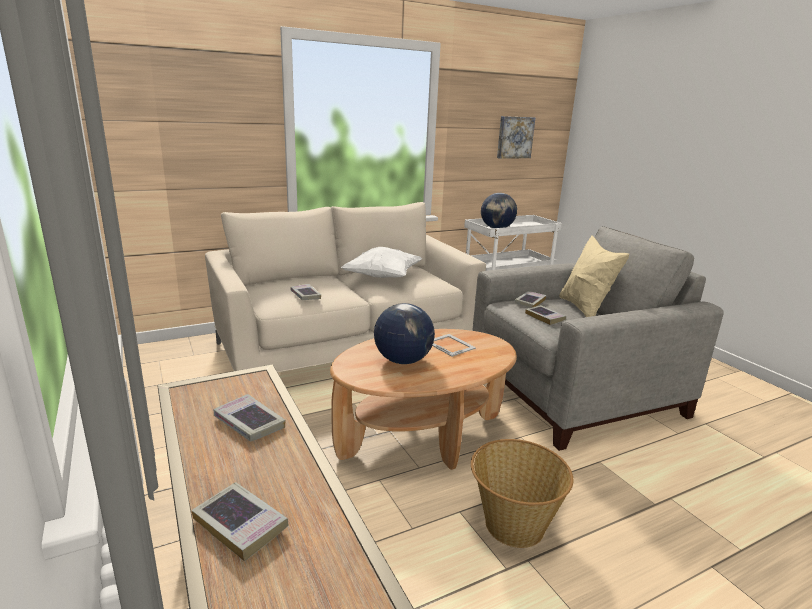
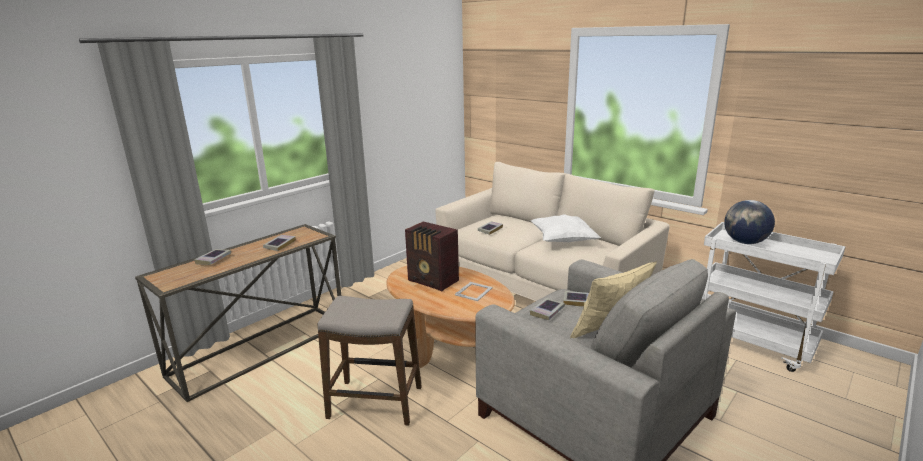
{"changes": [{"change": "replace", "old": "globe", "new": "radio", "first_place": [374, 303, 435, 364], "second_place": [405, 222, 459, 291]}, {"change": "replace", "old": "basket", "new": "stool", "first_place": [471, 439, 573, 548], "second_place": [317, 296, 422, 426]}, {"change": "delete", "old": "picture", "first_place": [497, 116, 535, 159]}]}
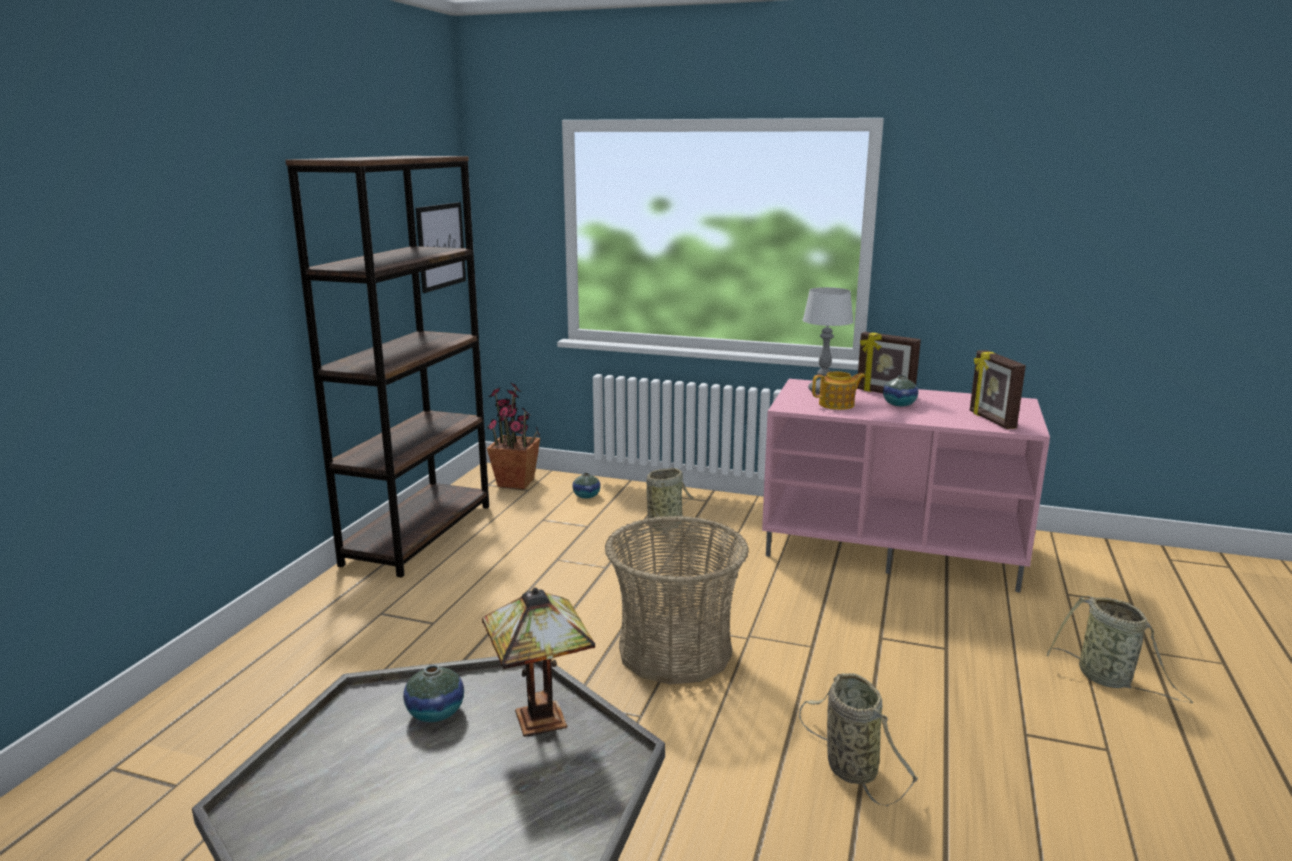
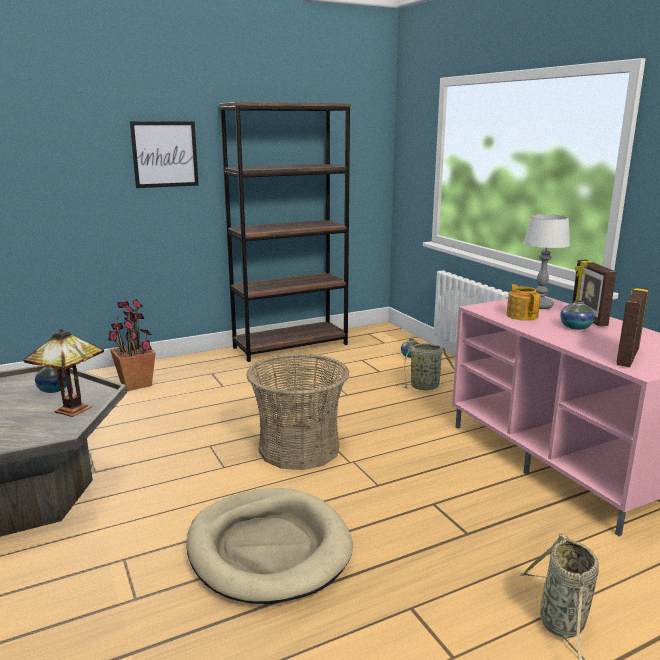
{"changes": [{"change": "move", "old": "picture", "first_place": [416, 202, 466, 293], "second_place": [130, 121, 199, 188]}, {"change": "move", "old": "potted plant", "first_place": [487, 382, 541, 489], "second_place": [108, 299, 156, 391]}, {"change": "replace", "old": "basket", "new": "dog bed/beige", "first_place": [799, 673, 918, 806], "second_place": [187, 488, 353, 604]}, {"change": "rotate", "old": "teapot", "first_place": [812, 371, 866, 410], "second_place": [506, 284, 541, 321], "degrees": -135}]}
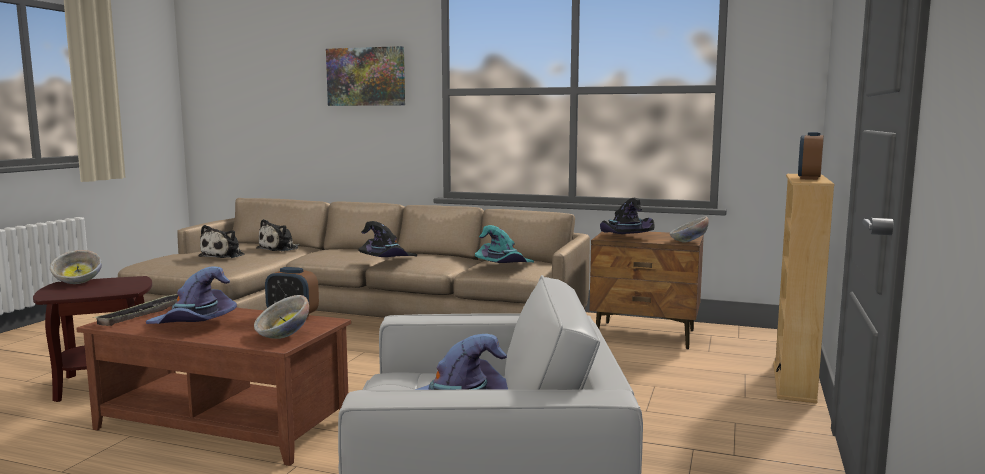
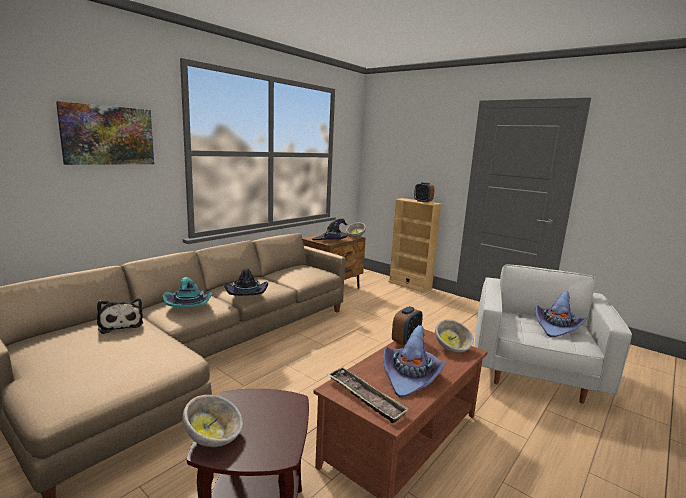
{"changes": [{"change": "delete", "old": "plush toy", "first_place": [198, 225, 245, 258]}, {"change": "move", "old": "hat/turquoise", "first_place": [475, 225, 534, 263], "second_place": [163, 277, 212, 307]}]}
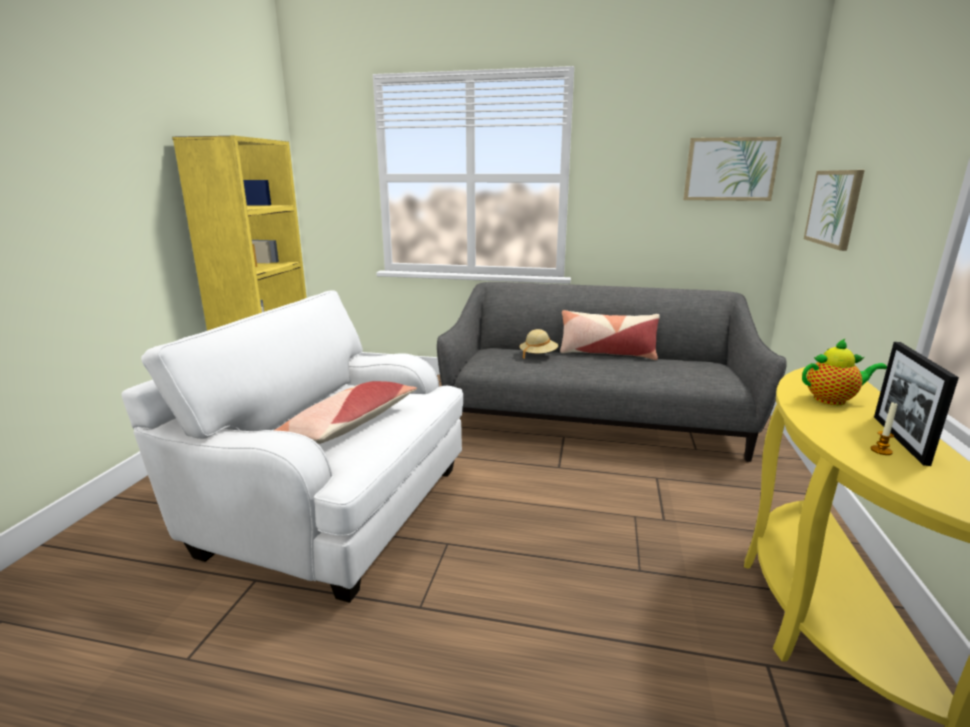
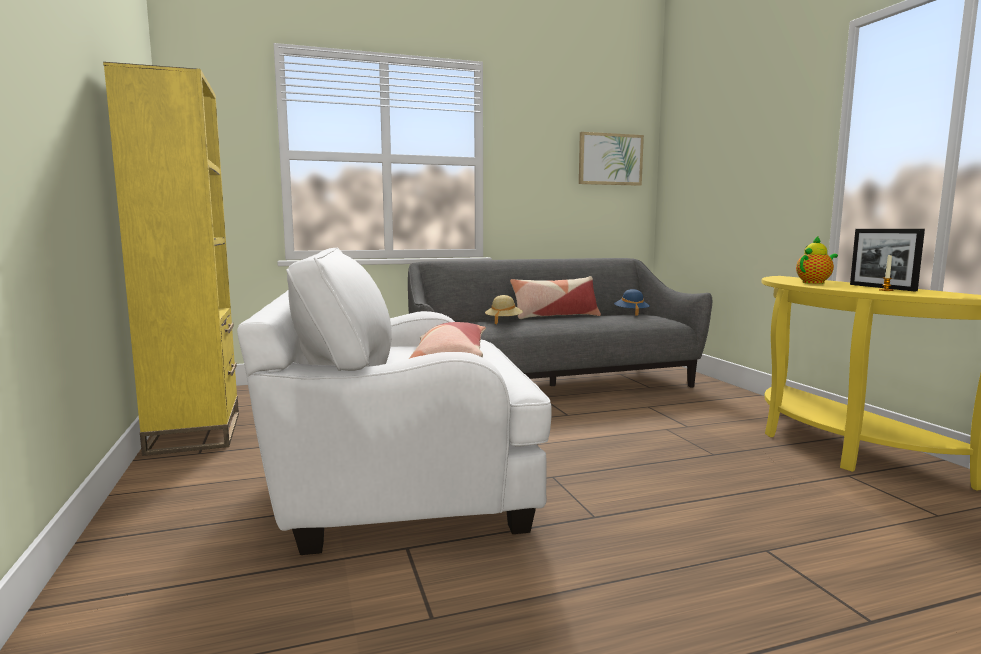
{"changes": [{"change": "delete", "old": "picture", "first_place": [804, 170, 865, 251]}, {"change": "insert", "new": "hat/blue", "second_place": [614, 289, 650, 316]}]}
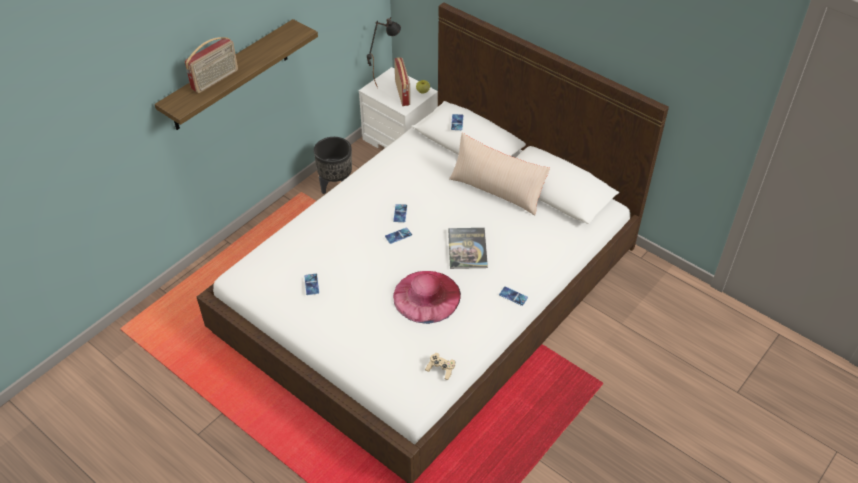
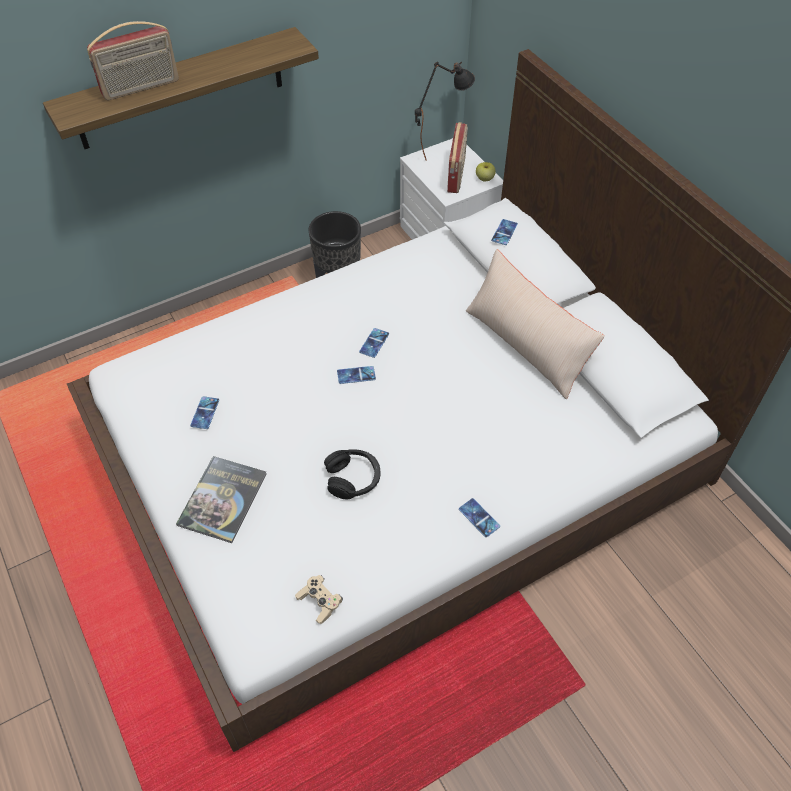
{"changes": [{"change": "replace", "old": "hat/pink", "new": "headphones/black", "first_place": [393, 271, 461, 324], "second_place": [324, 450, 380, 499]}, {"change": "move", "old": "book", "first_place": [448, 228, 488, 269], "second_place": [176, 456, 267, 543]}]}
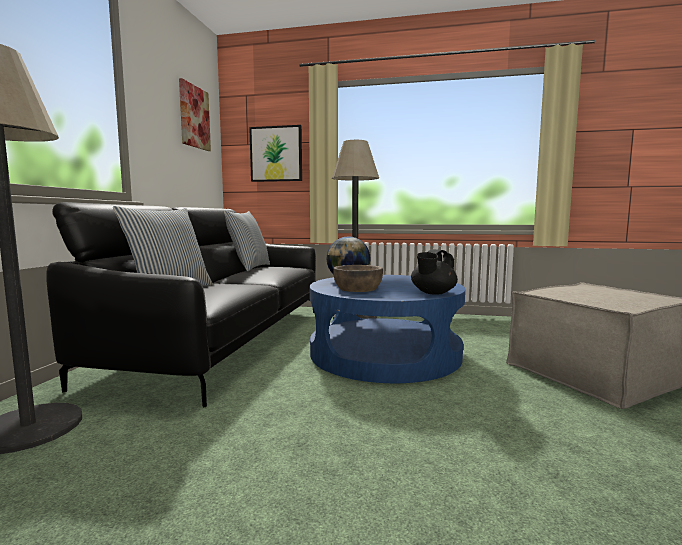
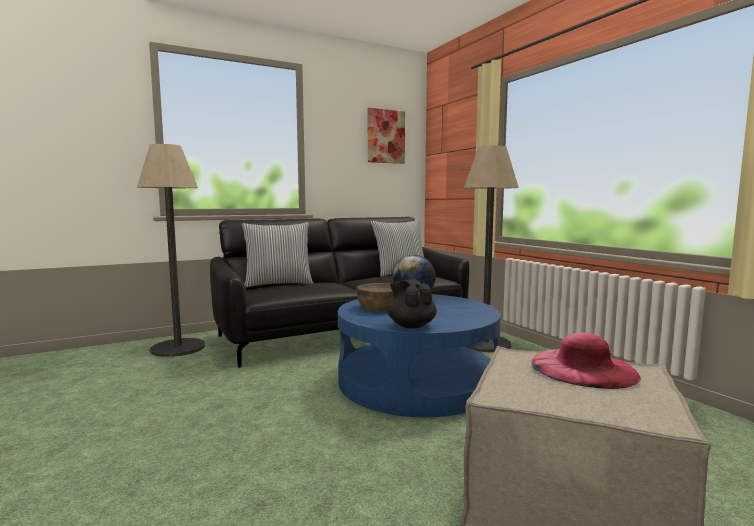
{"changes": [{"change": "delete", "old": "picture", "first_place": [249, 125, 302, 182]}, {"change": "rotate", "old": "teapot/black", "first_place": [411, 249, 458, 295], "second_place": [388, 279, 437, 329], "degrees": 60}, {"change": "insert", "new": "hat/pink", "second_place": [531, 332, 641, 389]}]}
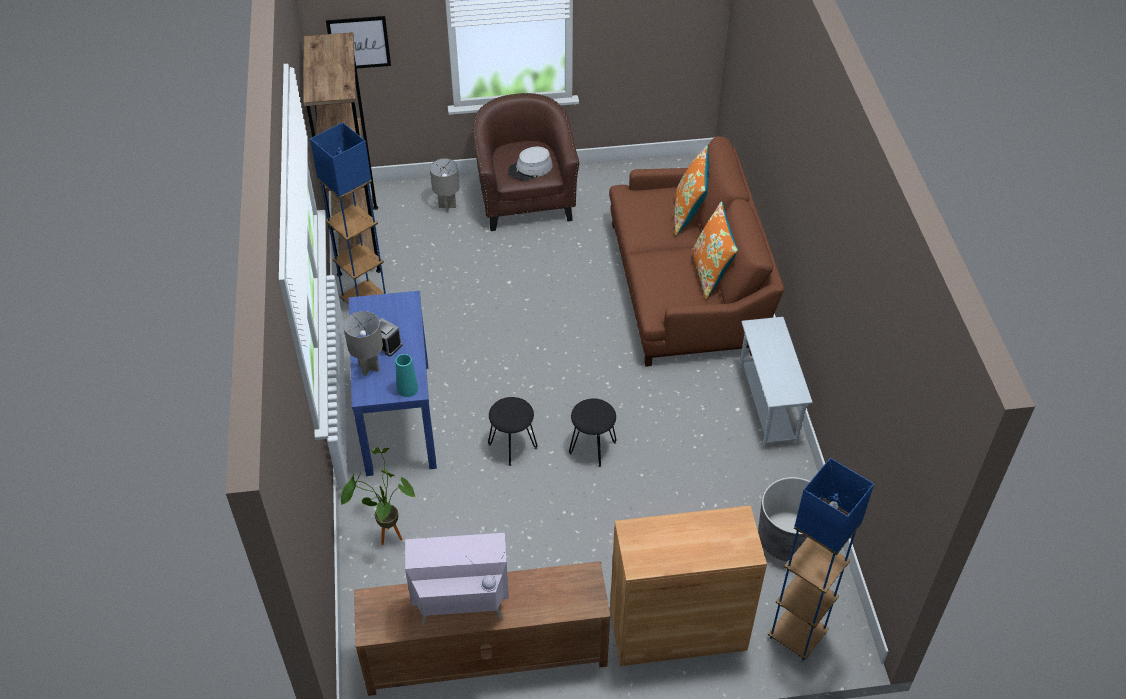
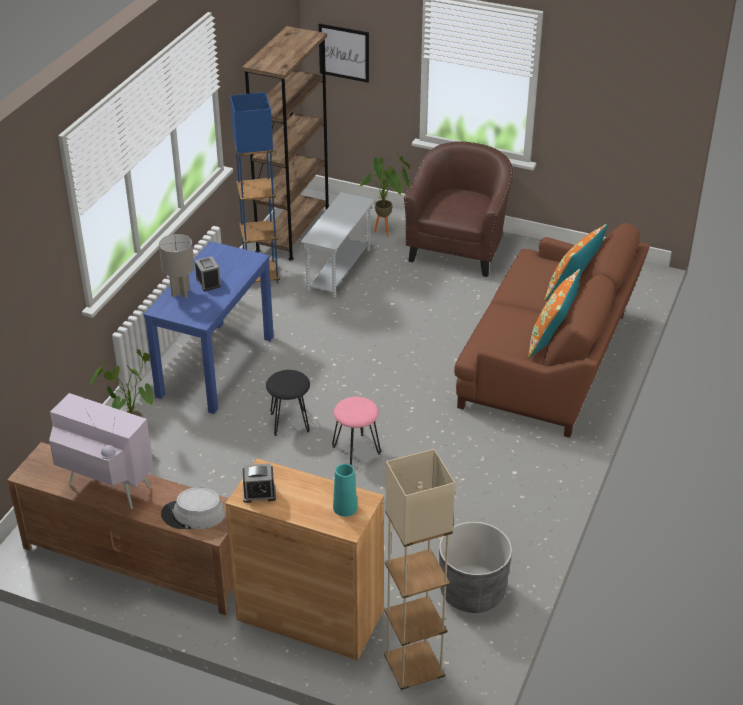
{"changes": [{"change": "move", "old": "vase/turquoise", "first_place": [395, 354, 418, 397], "second_place": [333, 464, 357, 516]}, {"change": "replace", "old": "table lamp/grey", "new": "potted plant", "first_place": [430, 158, 460, 213], "second_place": [359, 153, 411, 236]}, {"change": "move", "old": "hat/grey", "first_place": [508, 147, 553, 181], "second_place": [161, 487, 225, 530]}, {"change": "recolor", "old": "stool/black", "new": "stool/pink", "first_place": [569, 398, 617, 467], "second_place": [332, 397, 381, 466]}, {"change": "move", "old": "side table/white", "first_place": [739, 317, 813, 448], "second_place": [301, 192, 375, 298]}, {"change": "recolor", "old": "floor lamp/blue", "new": "floor lamp/beige", "first_place": [768, 458, 874, 660], "second_place": [384, 449, 455, 692]}, {"change": "insert", "new": "alarm clock", "second_place": [243, 463, 276, 503]}]}
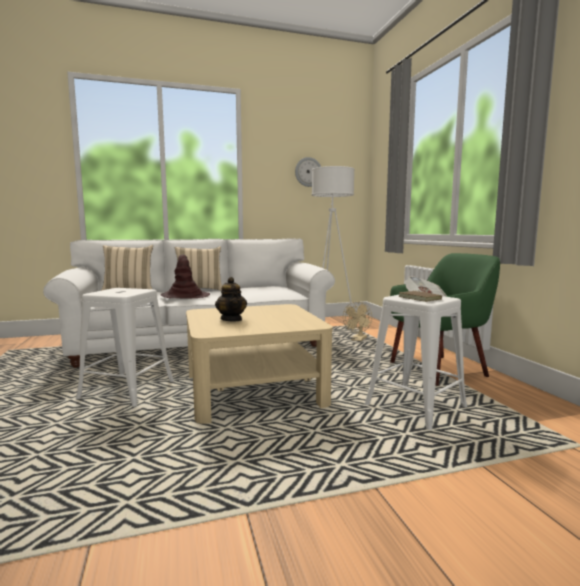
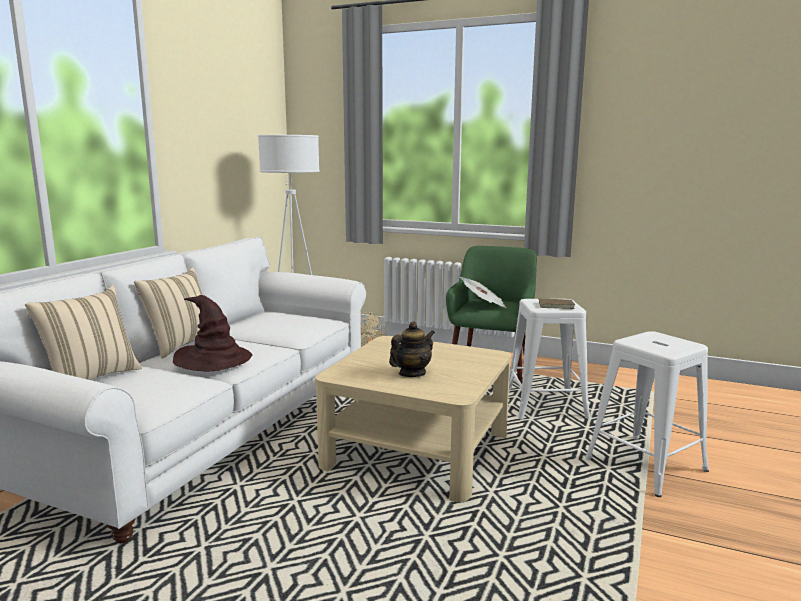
{"changes": [{"change": "move", "old": "stool/white", "first_place": [76, 288, 174, 407], "second_place": [585, 331, 709, 497]}, {"change": "rotate", "old": "teapot", "first_place": [215, 277, 247, 321], "second_place": [389, 321, 435, 377], "degrees": -60}, {"change": "delete", "old": "wall clock", "first_place": [295, 157, 321, 187]}]}
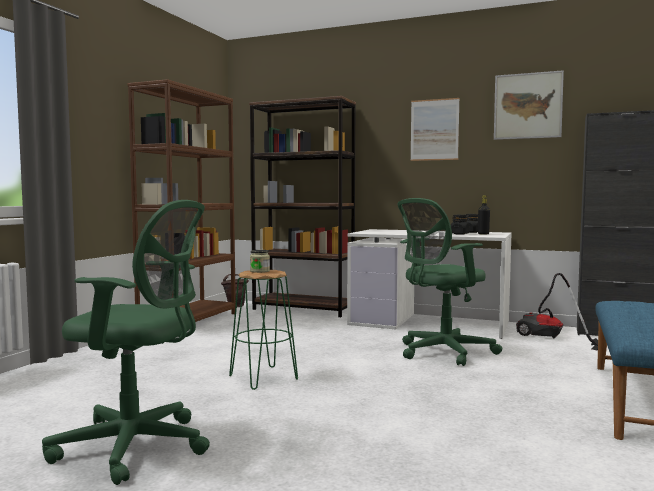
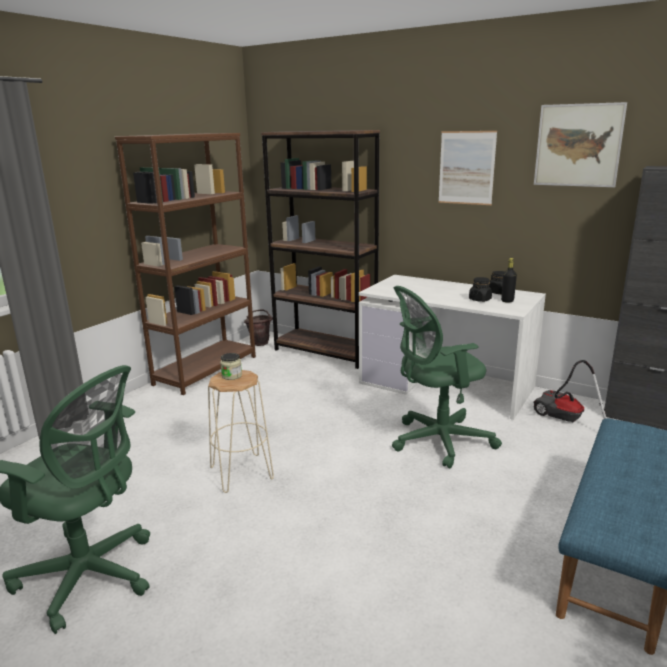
{"changes": [{"change": "recolor", "old": "stool/green", "new": "stool/beige", "first_place": [229, 270, 298, 390], "second_place": [208, 370, 274, 493]}]}
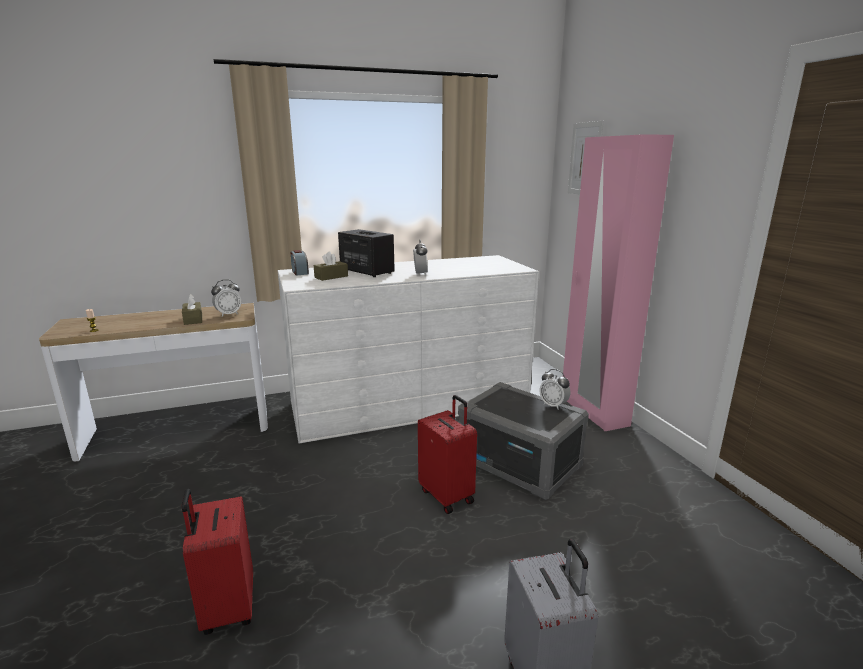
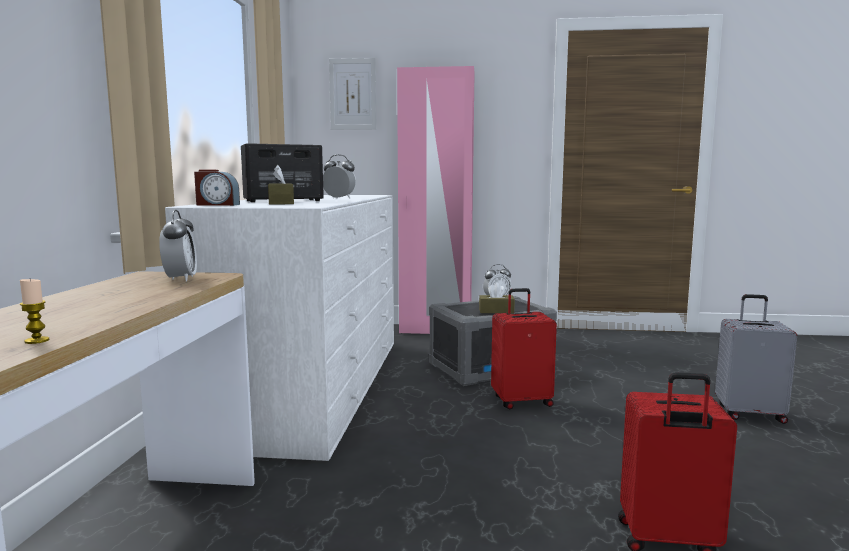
{"changes": [{"change": "move", "old": "tissue box/brown", "first_place": [182, 294, 202, 325], "second_place": [479, 283, 515, 313]}]}
